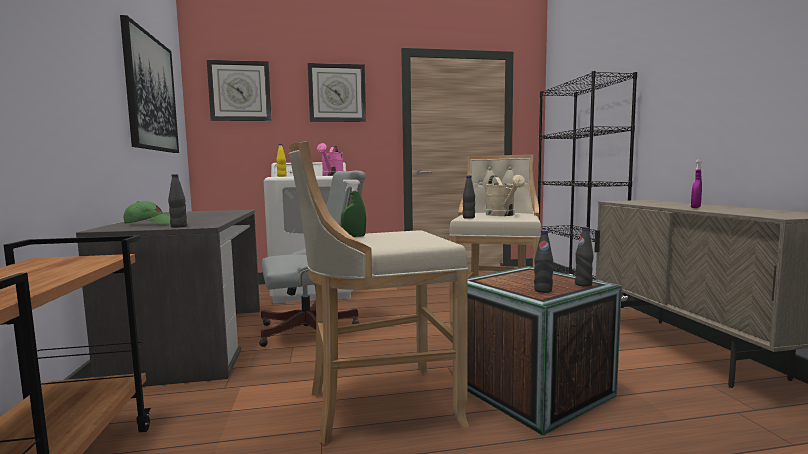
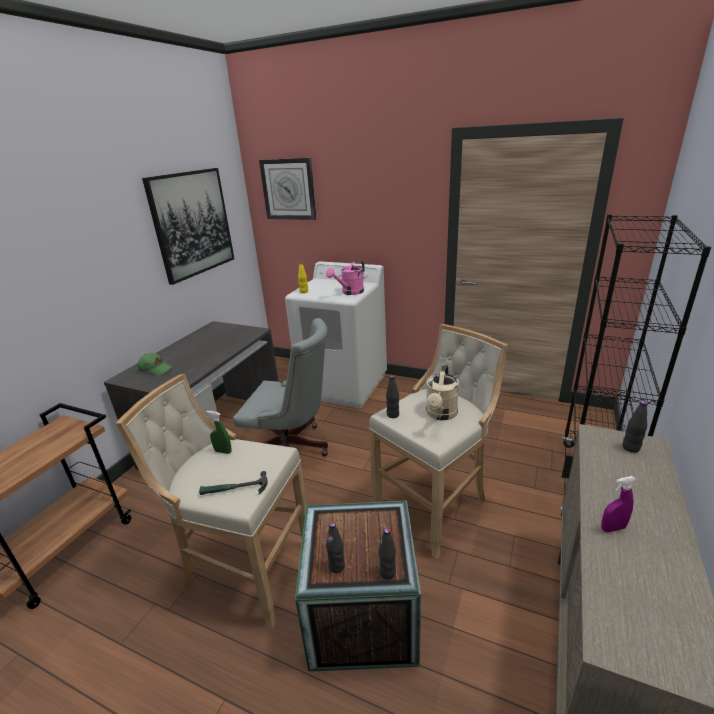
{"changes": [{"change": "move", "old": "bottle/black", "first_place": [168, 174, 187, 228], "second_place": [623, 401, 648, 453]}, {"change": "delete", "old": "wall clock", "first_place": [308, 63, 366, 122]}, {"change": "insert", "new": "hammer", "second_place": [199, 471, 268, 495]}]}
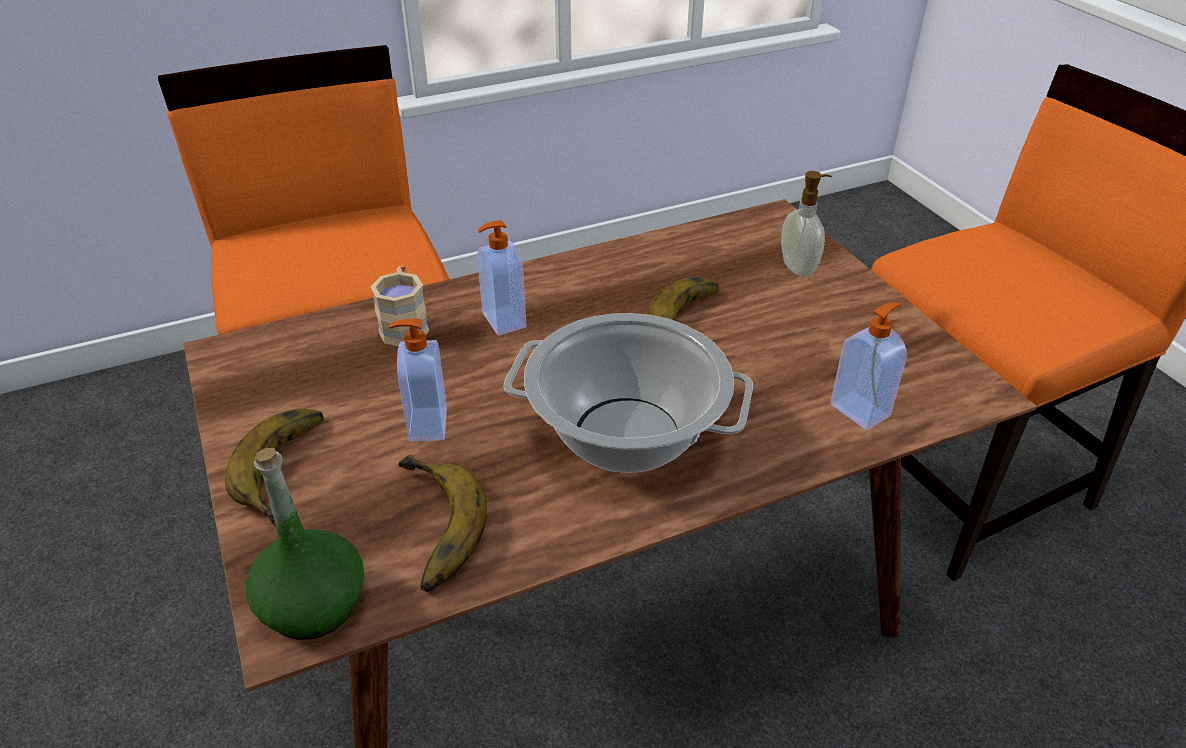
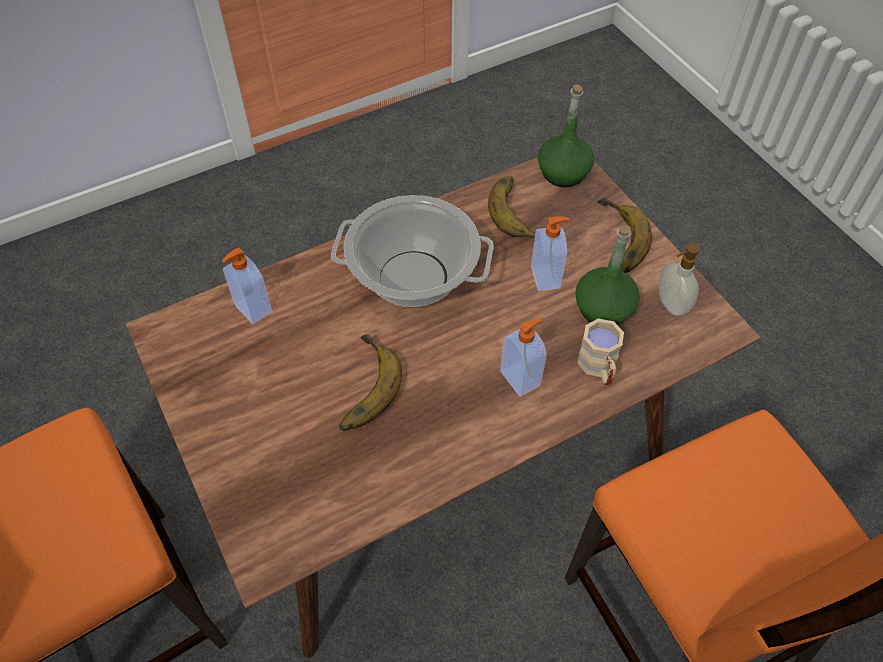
{"changes": [{"change": "move", "old": "soap dispenser", "first_place": [781, 171, 832, 277], "second_place": [658, 243, 700, 316]}, {"change": "insert", "new": "bottle/green", "second_place": [575, 225, 640, 325]}]}
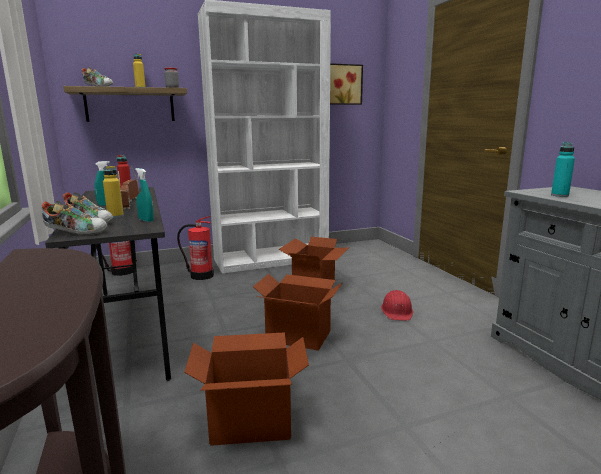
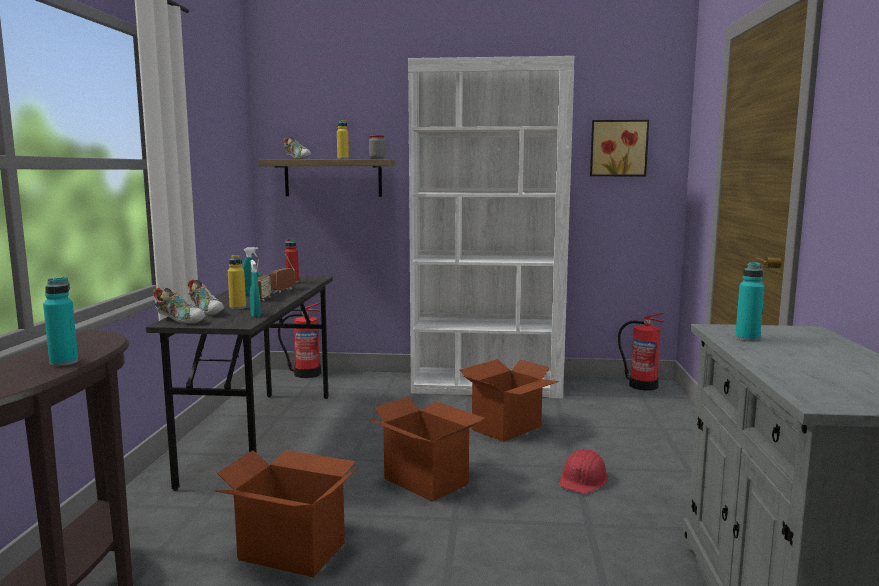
{"changes": [{"change": "move", "old": "fire extinguisher", "first_place": [177, 216, 214, 280], "second_place": [618, 313, 664, 391]}, {"change": "insert", "new": "bottle/turquoise", "second_place": [43, 277, 78, 366]}]}
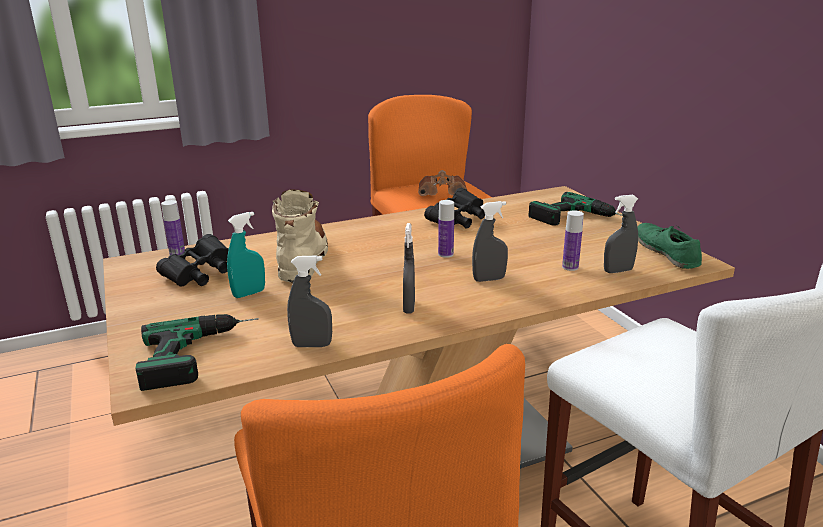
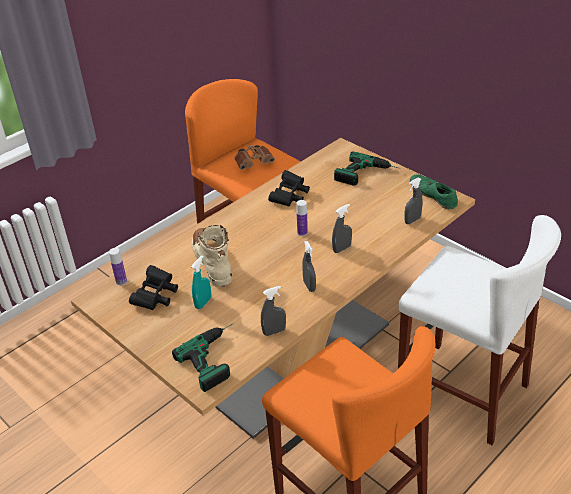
{"changes": [{"change": "delete", "old": "bottle", "first_place": [562, 210, 584, 271]}]}
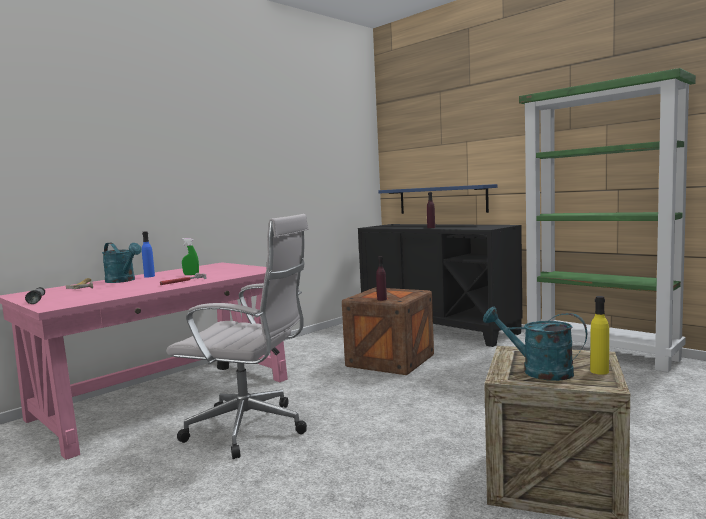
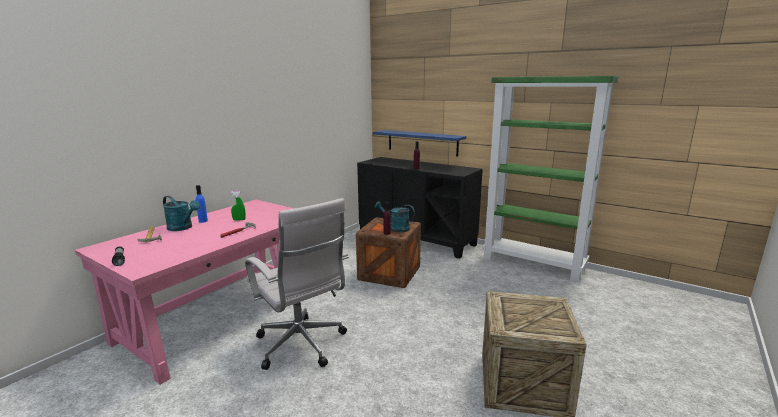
{"changes": [{"change": "rotate", "old": "office chair/white", "first_place": [166, 214, 308, 459], "second_place": [245, 198, 349, 370], "degrees": 45}, {"change": "move", "old": "watering can/turquoise", "first_place": [483, 307, 587, 381], "second_place": [375, 201, 415, 232]}, {"change": "delete", "old": "bottle/yellow", "first_place": [590, 296, 609, 375]}]}
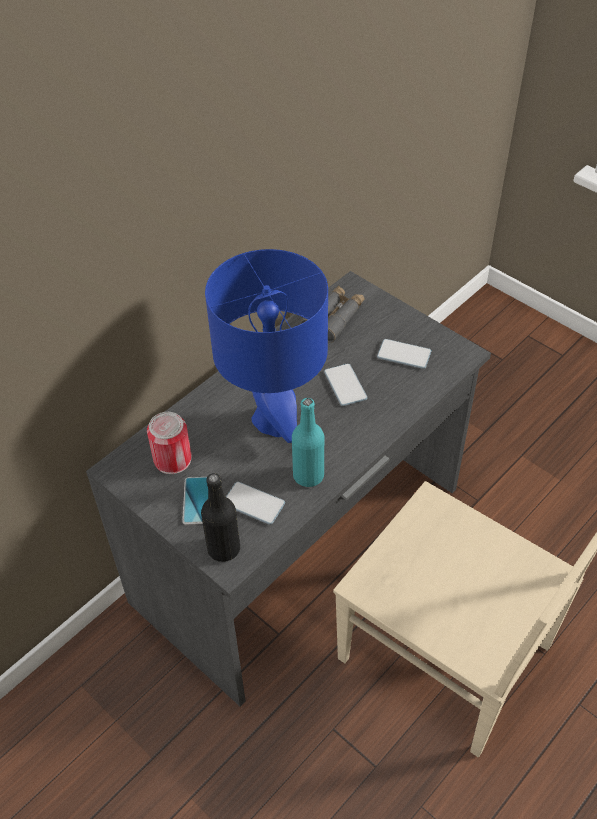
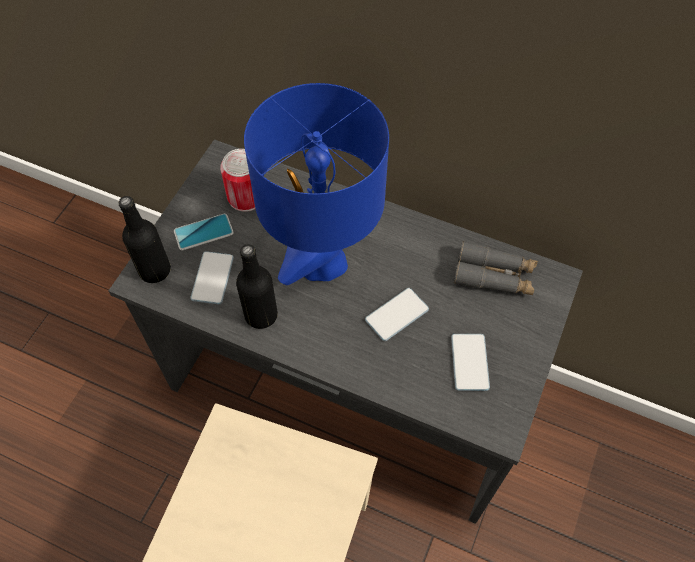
{"changes": [{"change": "recolor", "old": "bottle/turquoise", "new": "bottle/black", "first_place": [292, 398, 324, 487], "second_place": [236, 245, 278, 329]}]}
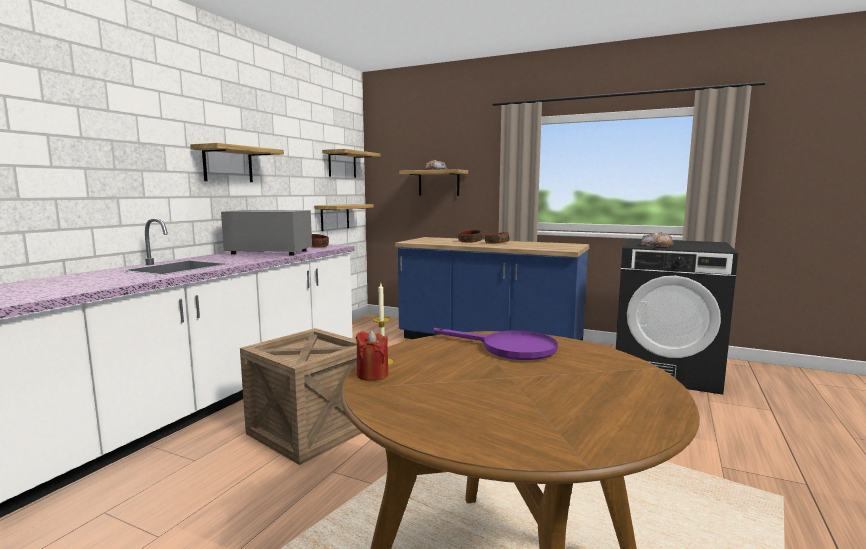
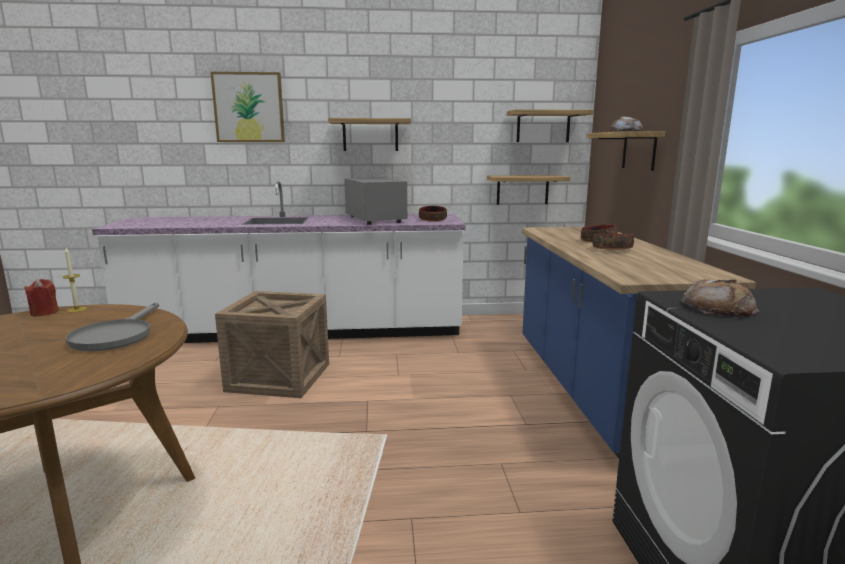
{"changes": [{"change": "recolor", "old": "frying pan/purple", "new": "frying pan/grey", "first_place": [433, 328, 558, 360], "second_place": [66, 302, 159, 351]}, {"change": "insert", "new": "picture", "second_place": [210, 72, 285, 142]}]}
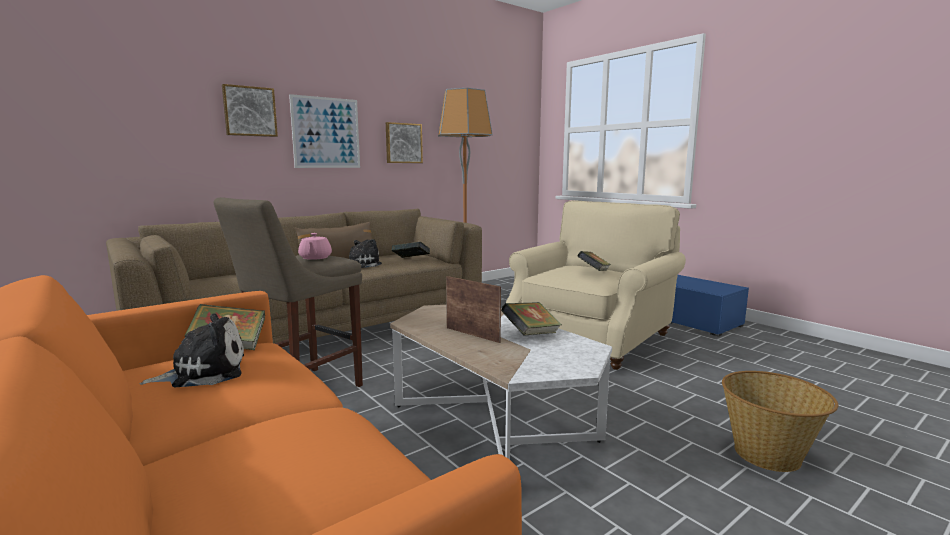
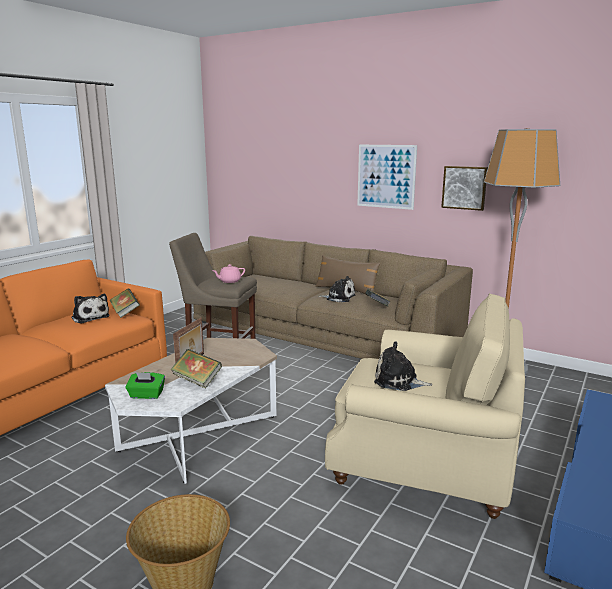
{"changes": [{"change": "delete", "old": "picture", "first_place": [222, 84, 278, 137]}, {"change": "replace", "old": "book", "new": "plush toy", "first_place": [578, 251, 611, 271], "second_place": [374, 341, 432, 391]}, {"change": "insert", "new": "tissue box/green", "second_place": [125, 372, 165, 399]}]}
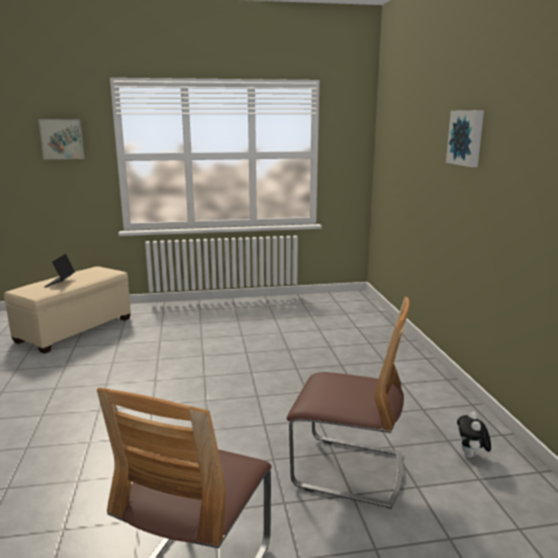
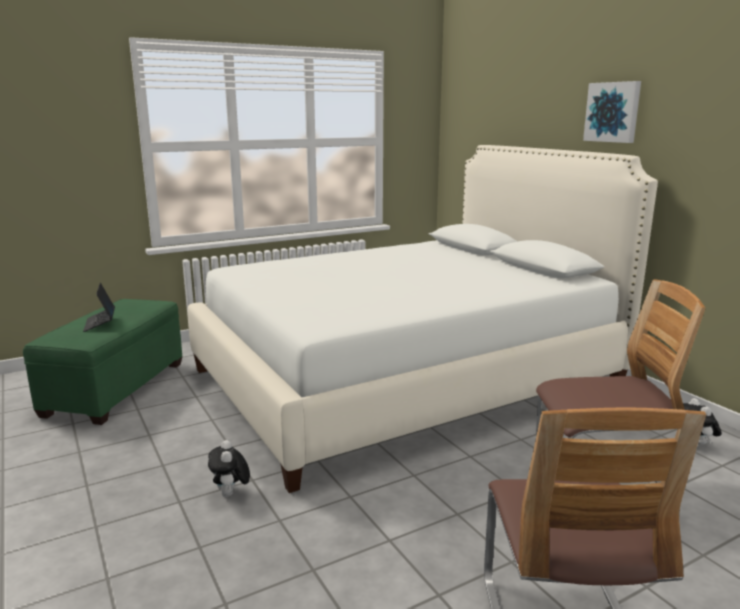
{"changes": [{"change": "recolor", "old": "ottoman/beige", "new": "ottoman/green", "first_place": [4, 266, 131, 354], "second_place": [23, 299, 182, 425]}, {"change": "delete", "old": "picture", "first_place": [38, 119, 85, 159]}, {"change": "insert", "new": "bed/white", "second_place": [187, 145, 658, 493]}, {"change": "insert", "new": "plush toy", "second_place": [208, 440, 250, 497]}]}
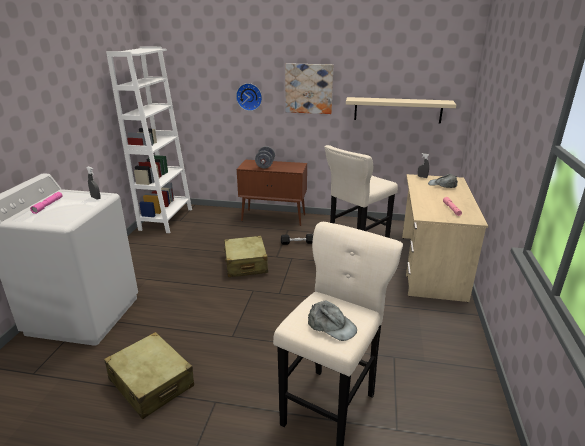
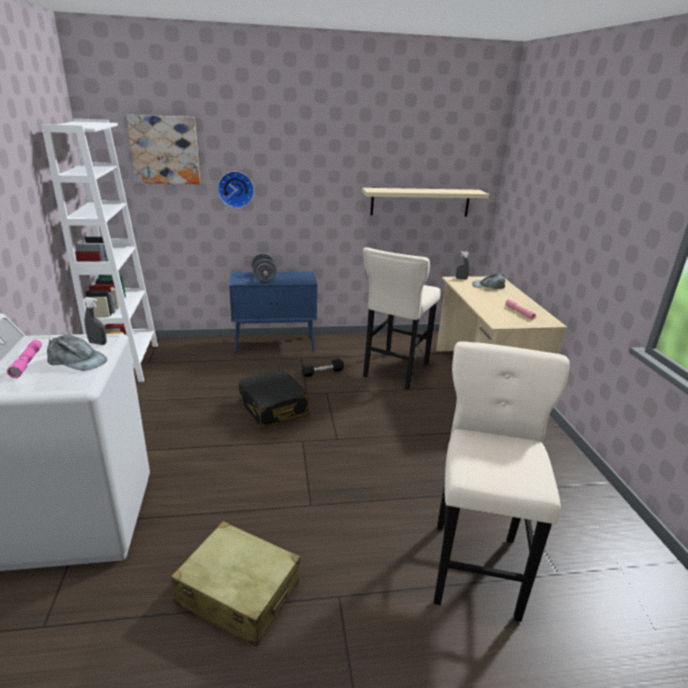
{"changes": [{"change": "recolor", "old": "suitcase/beige", "new": "suitcase/black", "first_place": [223, 236, 268, 277], "second_place": [238, 369, 310, 429]}, {"change": "recolor", "old": "cabinet/brown", "new": "cabinet/blue", "first_place": [237, 160, 307, 226], "second_place": [229, 272, 317, 353]}, {"change": "move", "old": "picture", "first_place": [285, 63, 333, 114], "second_place": [127, 115, 200, 184]}, {"change": "move", "old": "cap/grey", "first_place": [308, 301, 357, 341], "second_place": [47, 334, 107, 371]}]}
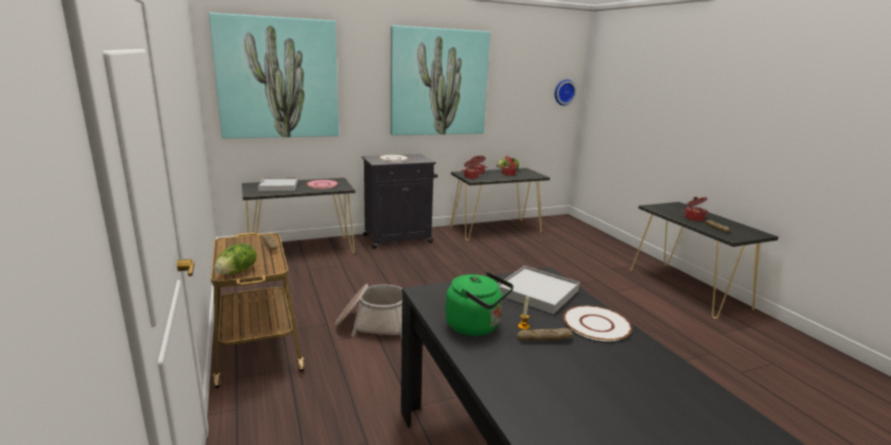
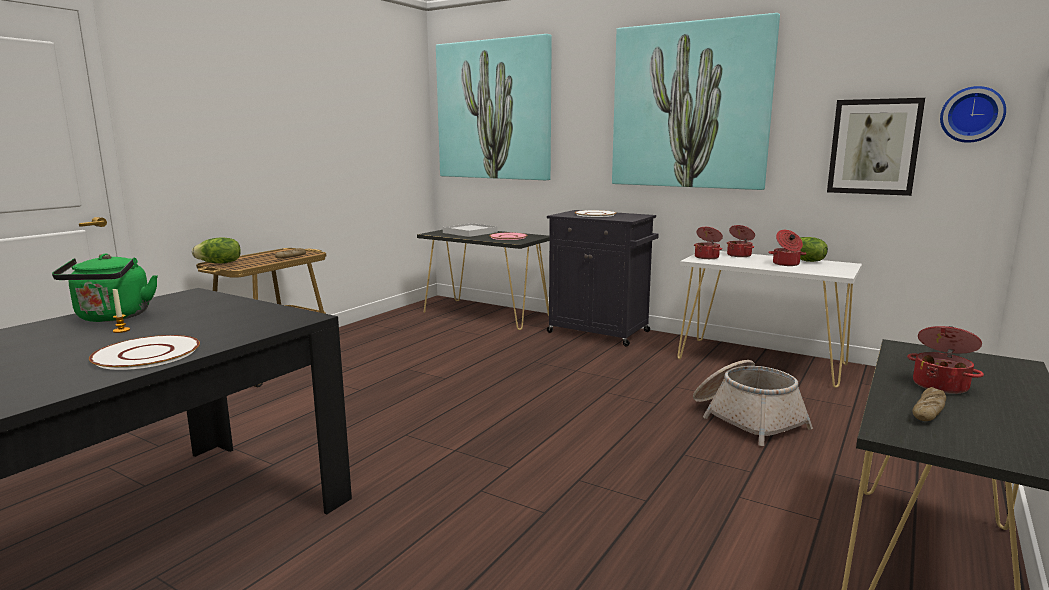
{"changes": [{"change": "move", "old": "basket", "first_place": [335, 284, 402, 341], "second_place": [693, 360, 813, 446]}, {"change": "recolor", "old": "console table/black", "new": "console table/white", "first_place": [450, 168, 550, 241], "second_place": [678, 251, 862, 388]}, {"change": "delete", "old": "tray/white", "first_place": [498, 266, 580, 314]}, {"change": "delete", "old": "bread", "first_place": [517, 328, 573, 340]}, {"change": "insert", "new": "picture", "second_place": [827, 98, 925, 196]}]}
